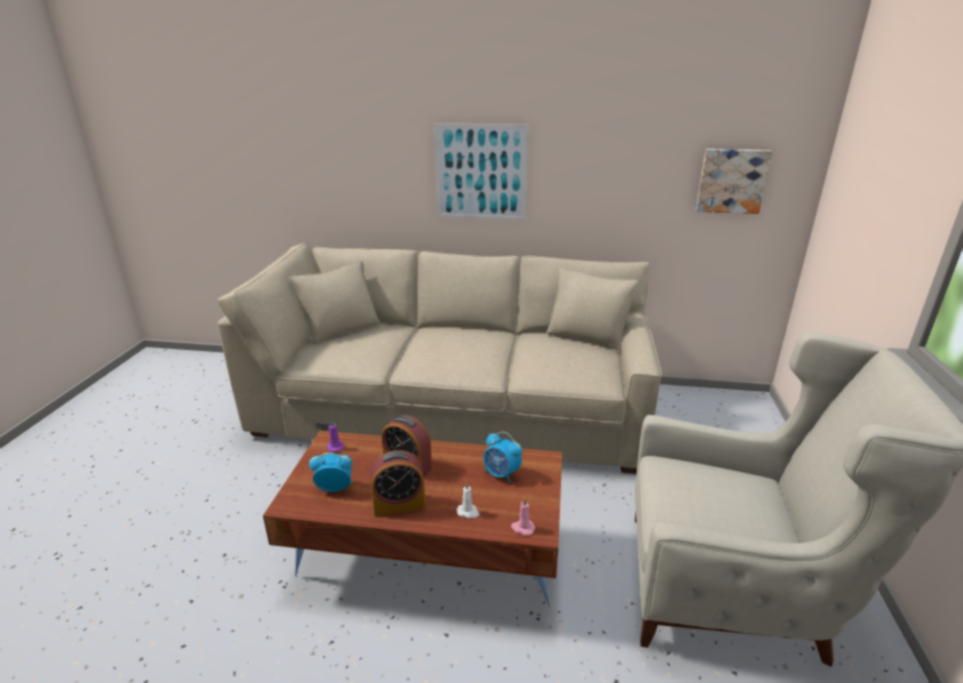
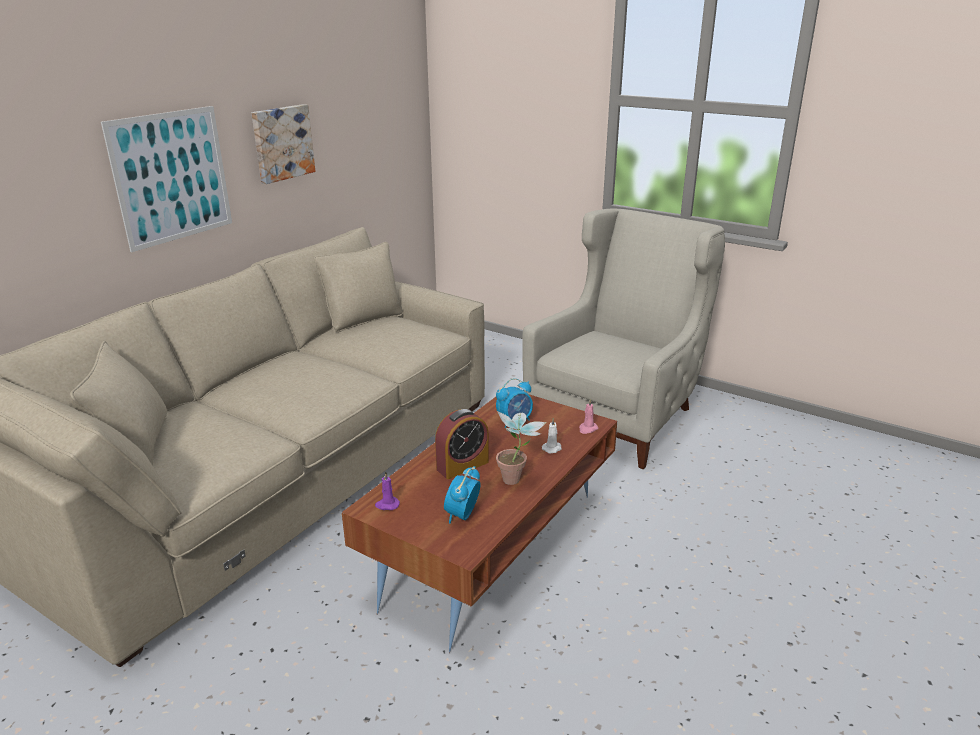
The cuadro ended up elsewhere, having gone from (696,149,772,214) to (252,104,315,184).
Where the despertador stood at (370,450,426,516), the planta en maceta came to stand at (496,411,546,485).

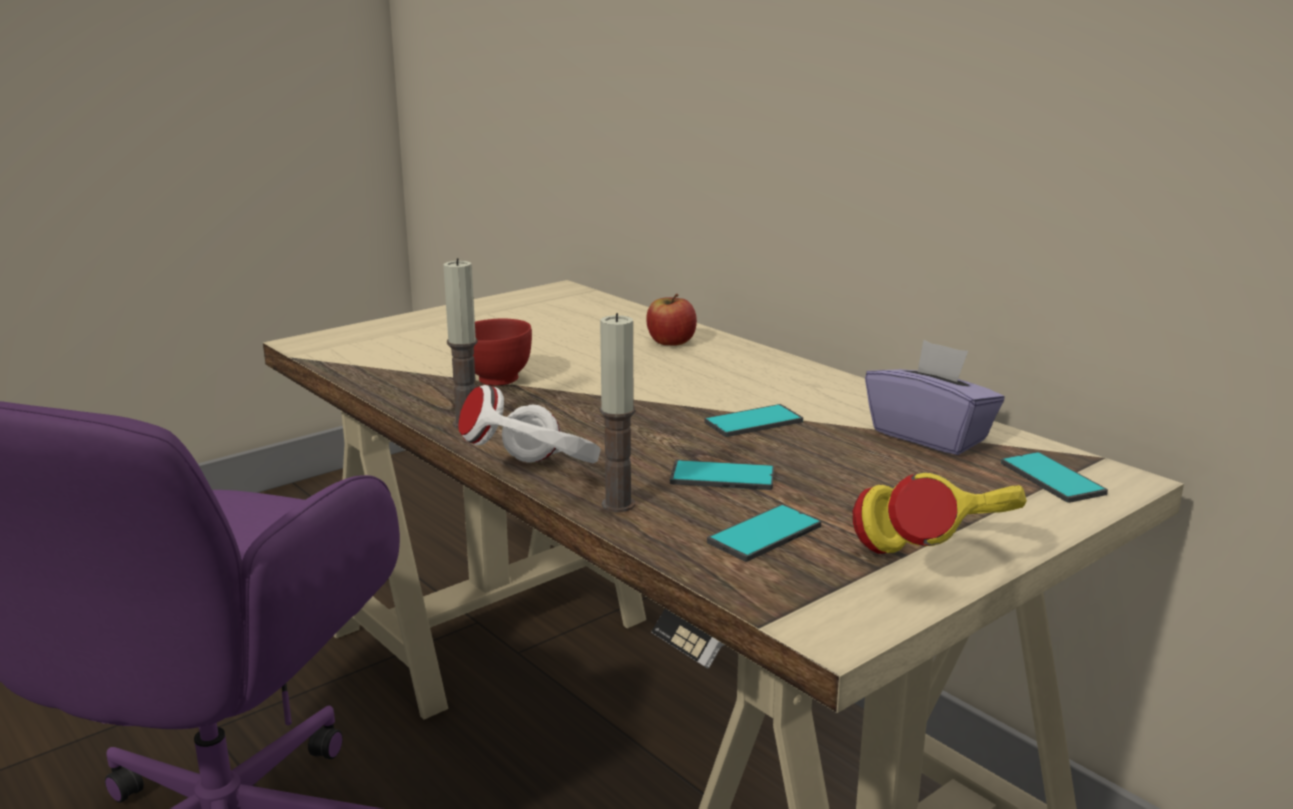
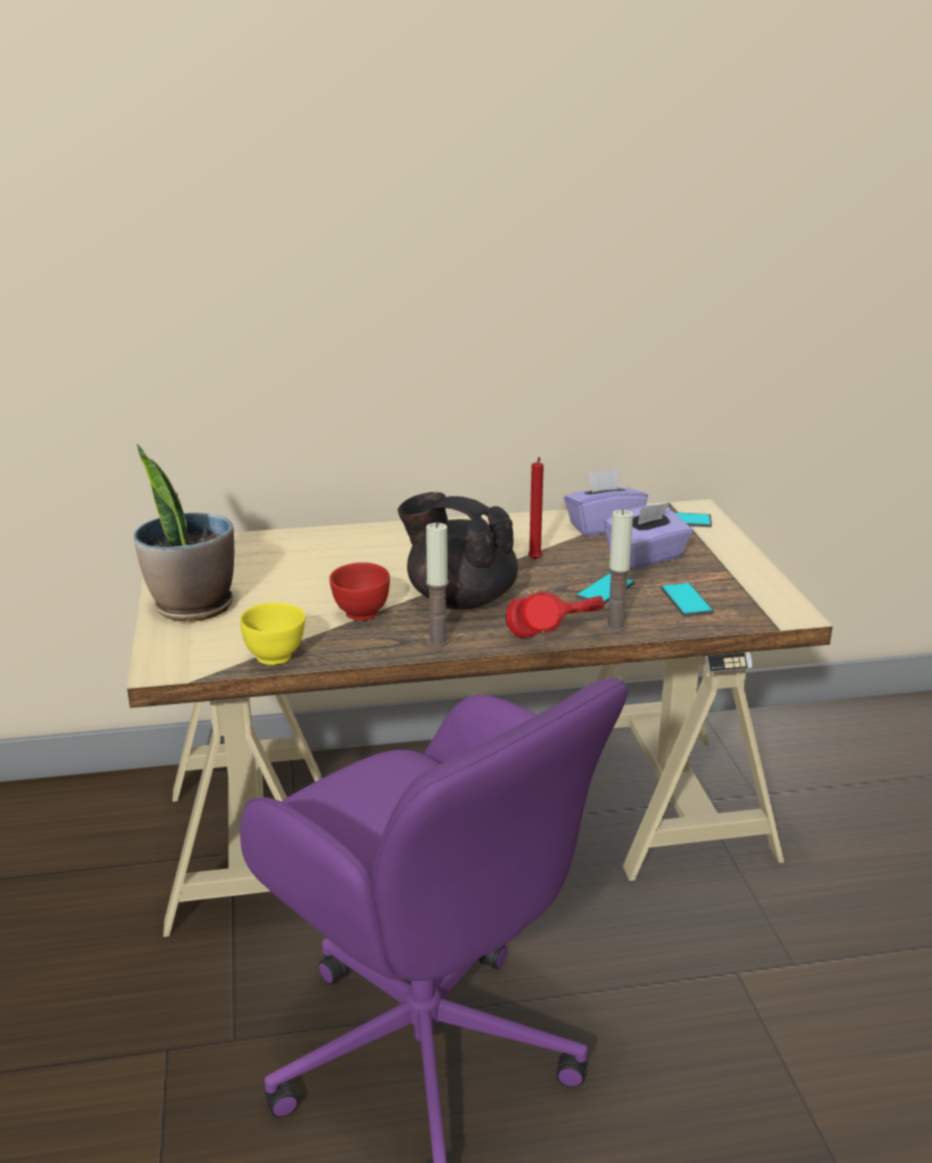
The second view lost the manzana at (646,294,697,346).
The second view lost the auriculares [amarillo] at (853,472,1027,554).
The second view gained the planta en maceta at (134,443,234,622).
The second view gained the cuenco [amarillo] at (240,602,305,665).
The second view gained the tetera [negro] at (398,492,518,609).
The second view gained the caja de pañuelos [morado] at (604,502,692,569).
Where the móvil stood at (704,404,803,437), the vela [rojo] came to stand at (528,457,544,560).
What was the auriculares [blanco] at (458,385,601,463) turned into the auriculares [rojo] at (506,591,604,638).

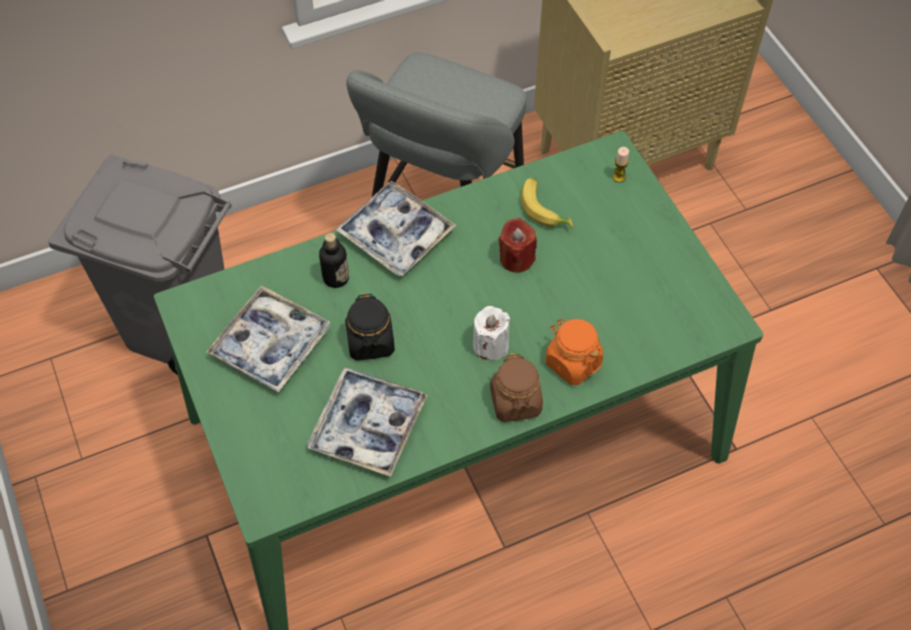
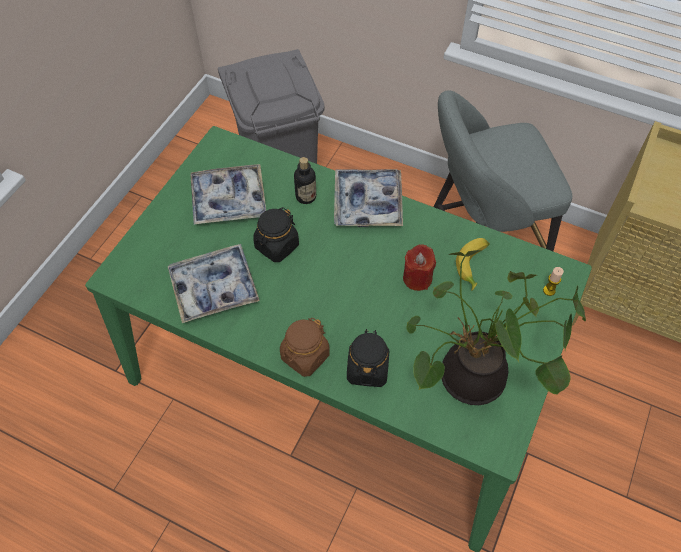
The second view lost the vela [blanco] at (473,306,510,360).
The second view gained the planta en maceta at (406,250,586,405).
What was the tarro [naranja] at (545,319,603,385) turned into the tarro [negro] at (347,329,389,387).

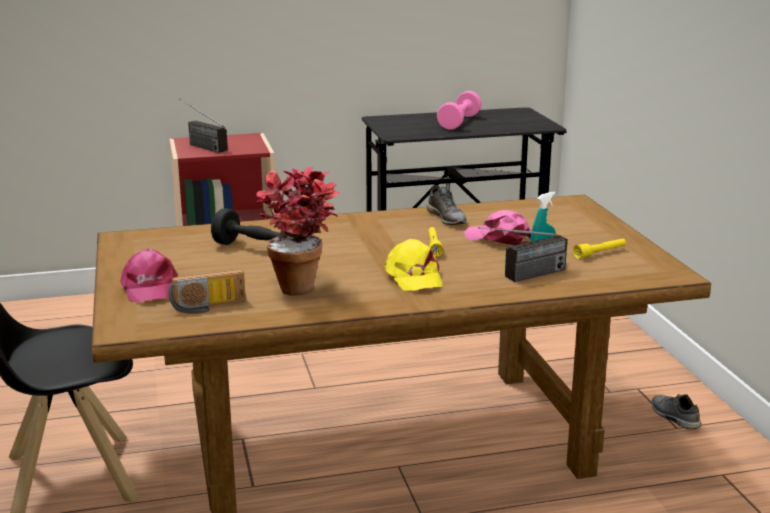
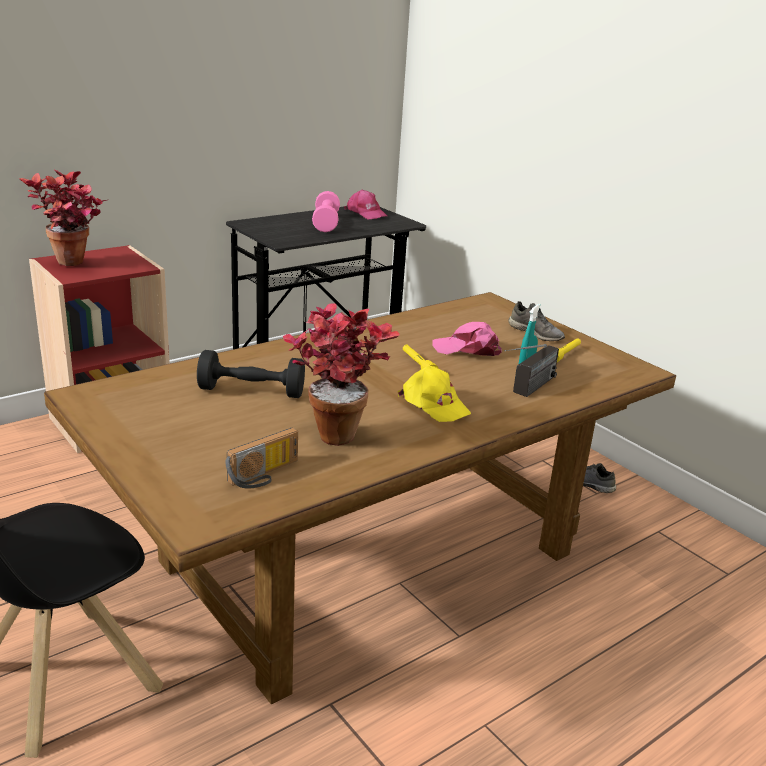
The gorra [rosa] ended up elsewhere, having gone from (120,249,178,302) to (344,190,387,219).
The zapato [gris] ended up elsewhere, having gone from (426,185,467,225) to (508,301,565,341).
Where the radio stood at (179,99,228,153), the planta en maceta came to stand at (19,170,107,266).

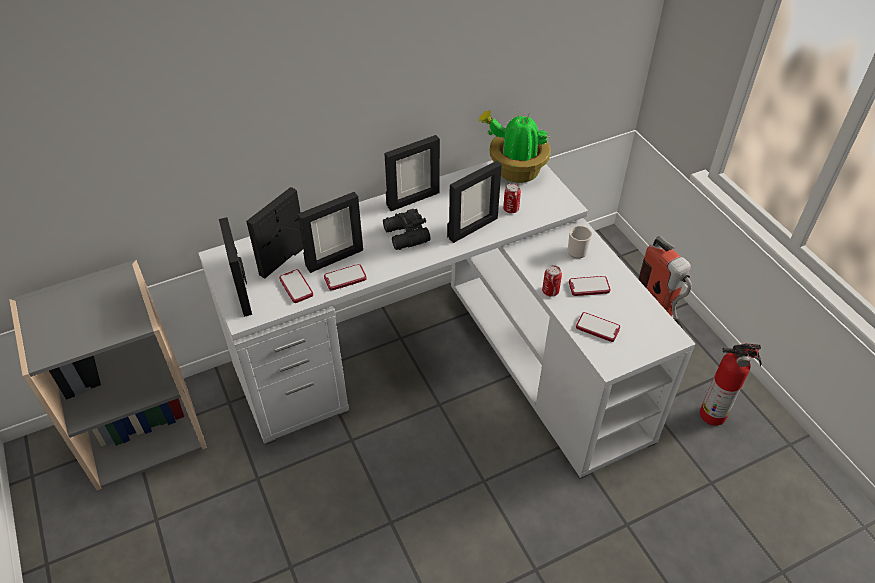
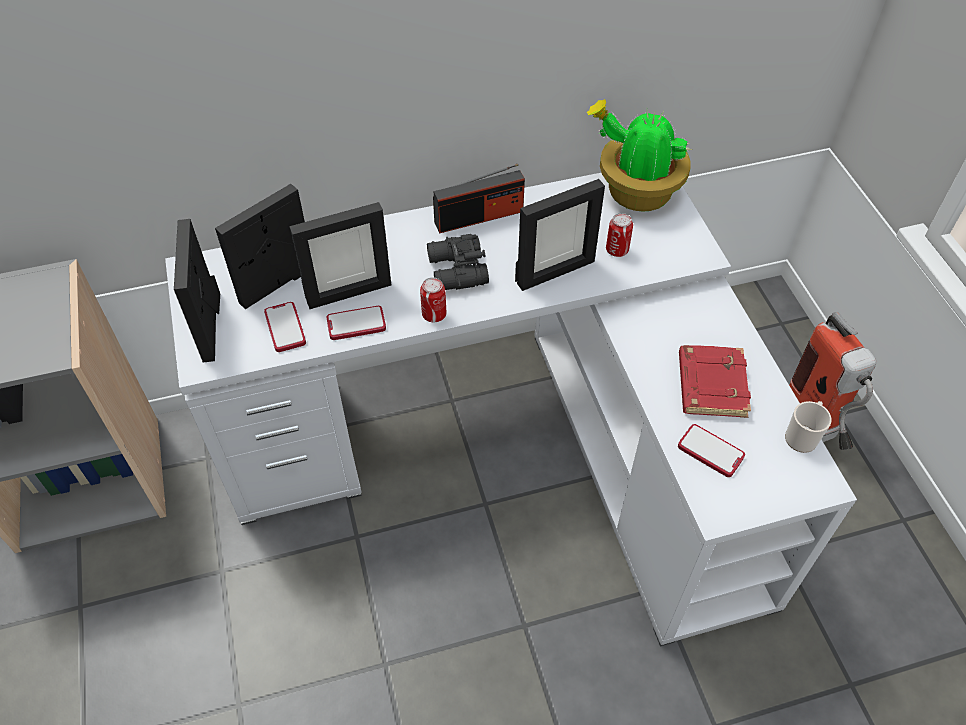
The second view lost the extintor at (700,343,762,426).
The lata ended up elsewhere, having gone from (542,265,562,297) to (420,277,447,322).
The taza grande ended up elsewhere, having gone from (568,225,592,258) to (785,401,832,453).
Where the portarretratos stood at (384,135,440,211), the radio came to stand at (433,164,525,234).
Where the móvil stood at (569,276,610,296), the libro [rojo] came to stand at (679,345,751,418).

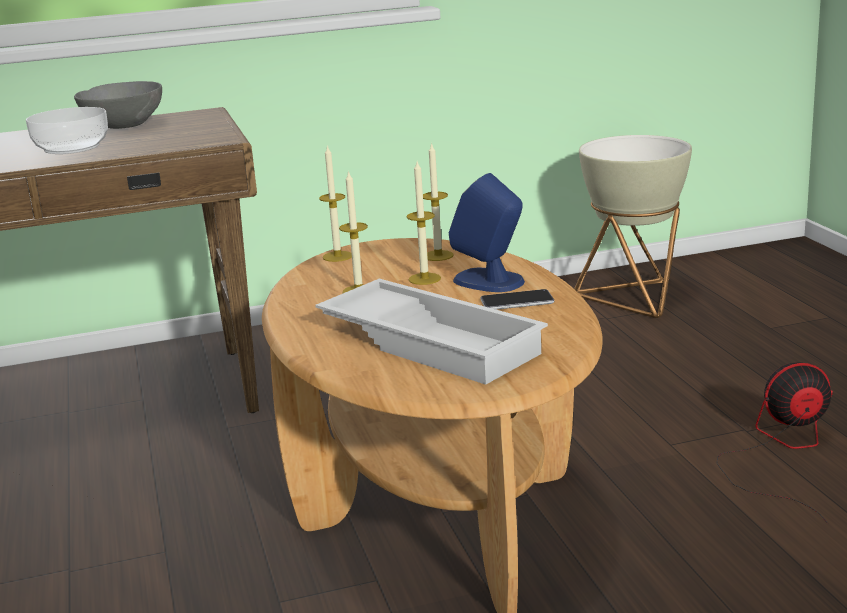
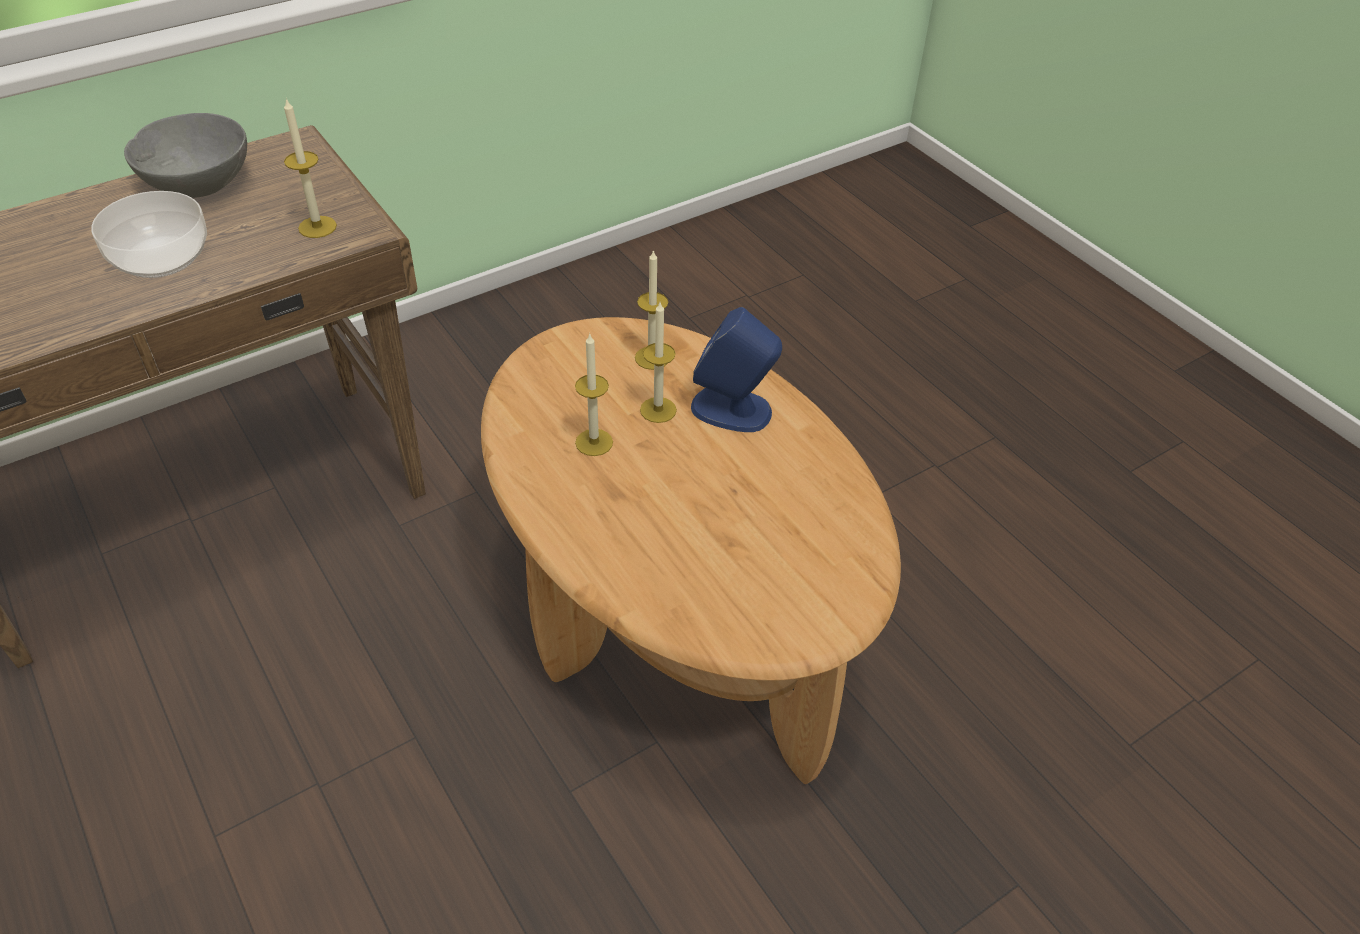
The second view lost the bandeja [blanco] at (315,279,548,385).
The second view lost the móvil at (480,289,554,310).
The second view lost the maceta at (574,135,692,318).
The second view lost the ventilador at (716,362,833,524).
The vela ended up elsewhere, having gone from (319,145,352,262) to (284,98,337,238).

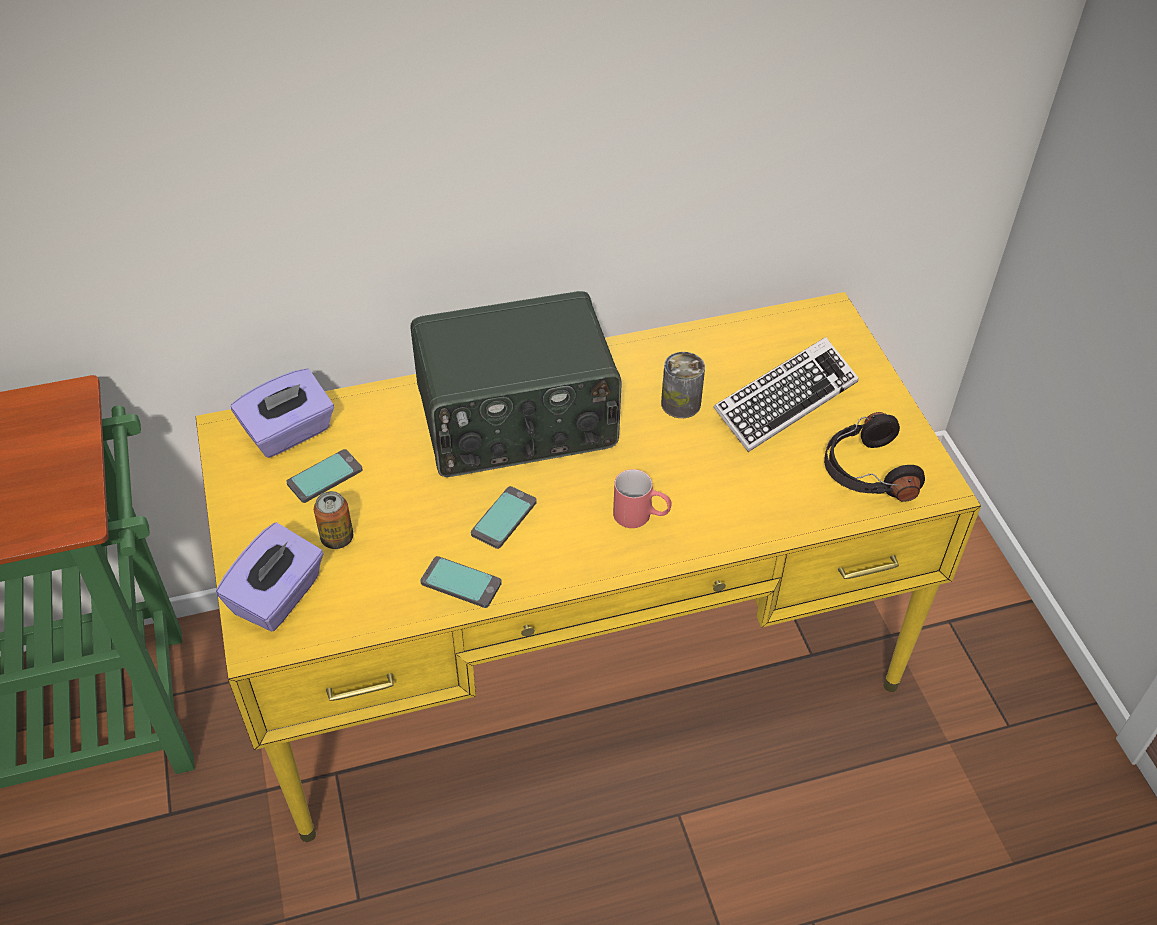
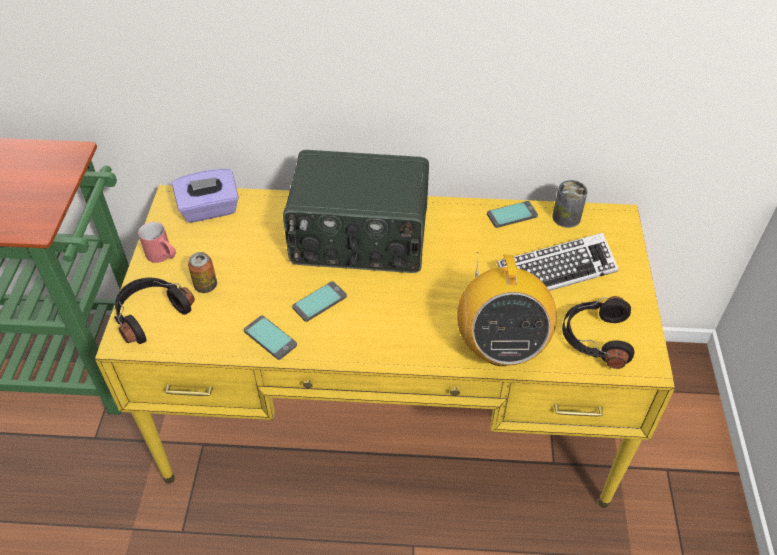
The second view gained the radio at (457,252,557,366).
The móvil ended up elsewhere, having gone from (286,449,363,503) to (487,201,538,228).
The taza grande [rojo] ended up elsewhere, having gone from (613,469,672,528) to (138,222,176,263).
The lata ended up elsewhere, having gone from (661,352,705,418) to (552,180,588,228).
Where the caja de pañuelos [morado] stood at (216,522,324,631), the auriculares [negro] came to stand at (114,278,195,344).

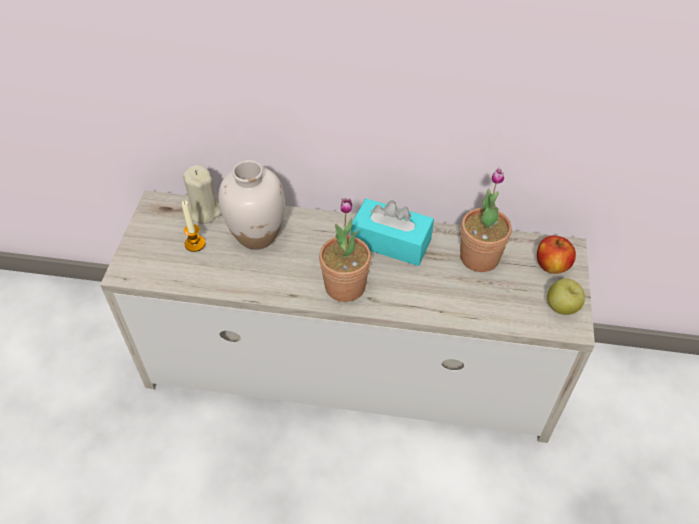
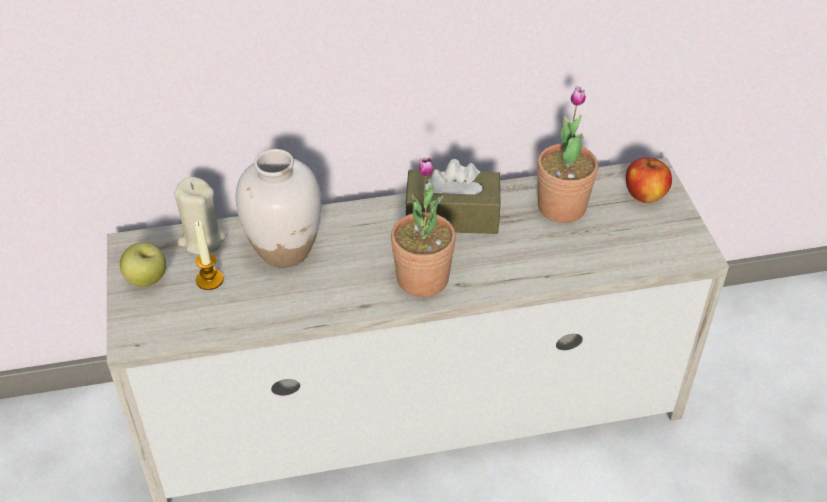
The manzana ended up elsewhere, having gone from (547,278,585,315) to (120,242,166,287).
What was the caja de pañuelos [turquesa] at (351,198,434,266) turned into the caja de pañuelos [marrón] at (405,159,501,234).

